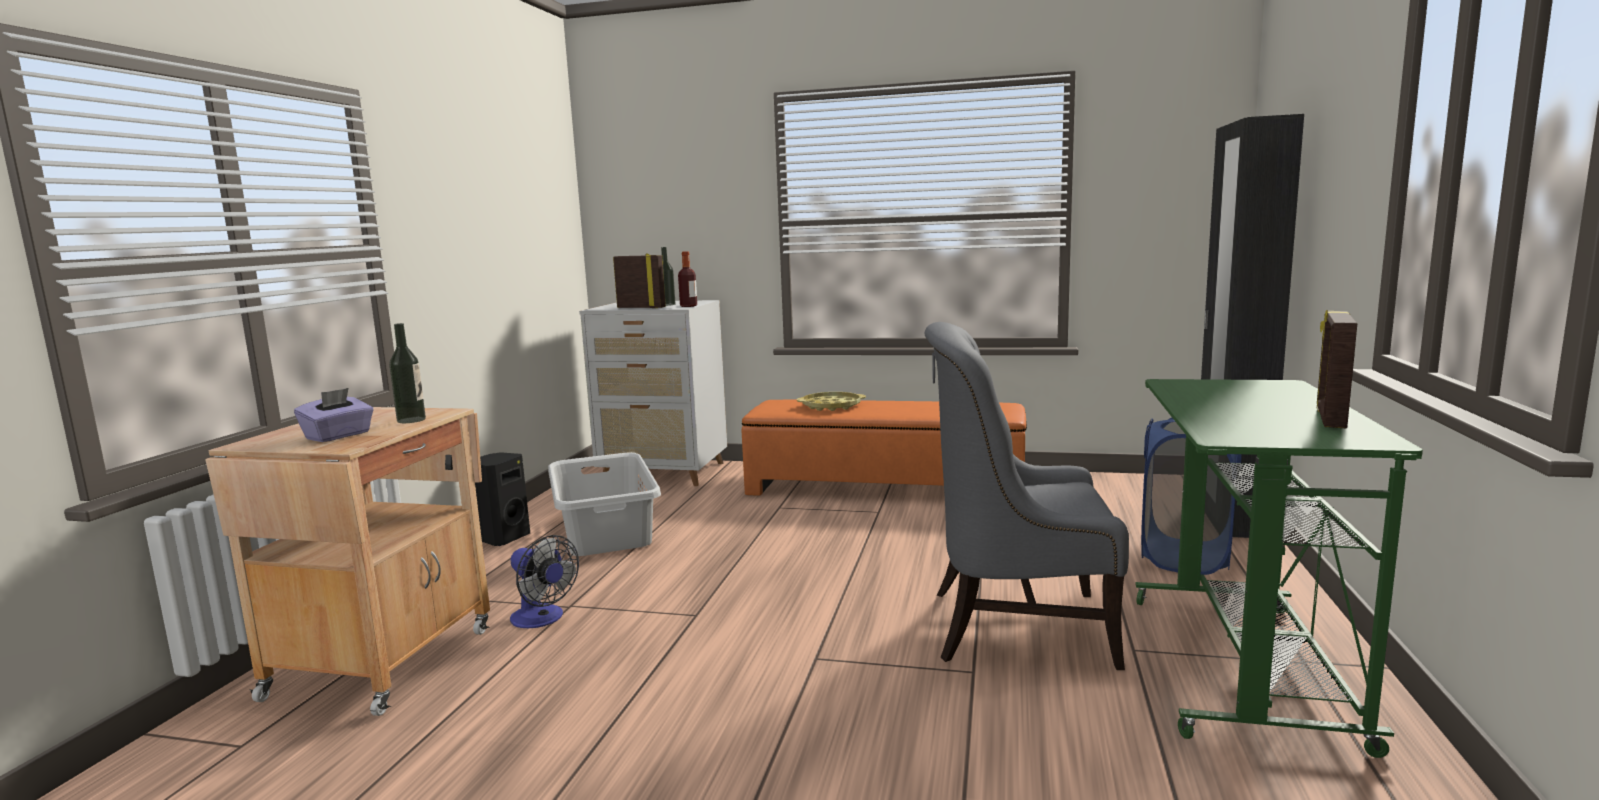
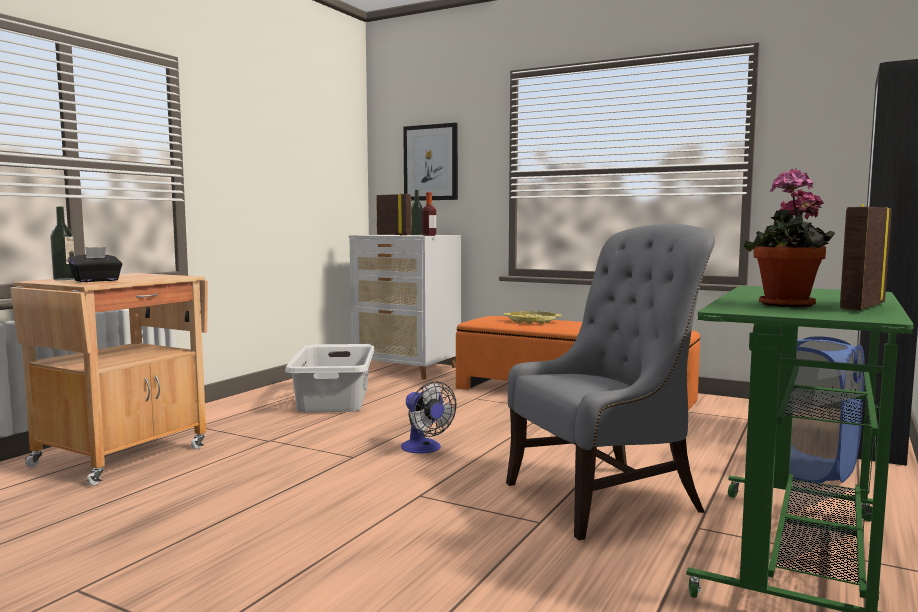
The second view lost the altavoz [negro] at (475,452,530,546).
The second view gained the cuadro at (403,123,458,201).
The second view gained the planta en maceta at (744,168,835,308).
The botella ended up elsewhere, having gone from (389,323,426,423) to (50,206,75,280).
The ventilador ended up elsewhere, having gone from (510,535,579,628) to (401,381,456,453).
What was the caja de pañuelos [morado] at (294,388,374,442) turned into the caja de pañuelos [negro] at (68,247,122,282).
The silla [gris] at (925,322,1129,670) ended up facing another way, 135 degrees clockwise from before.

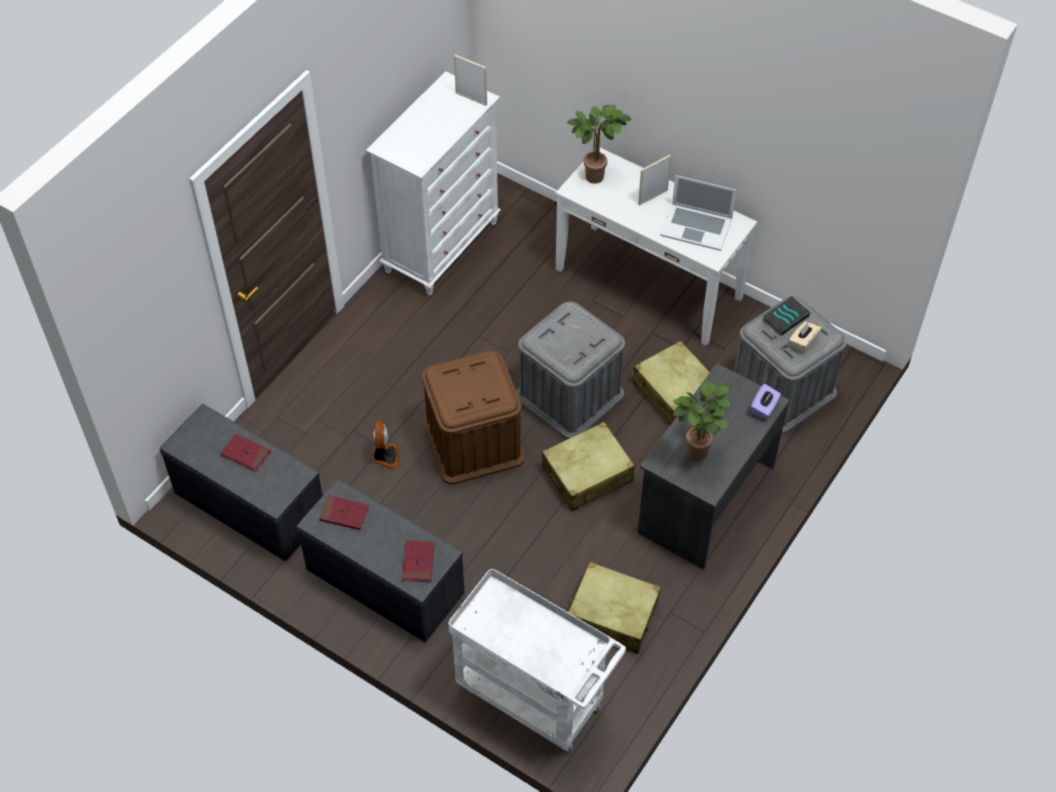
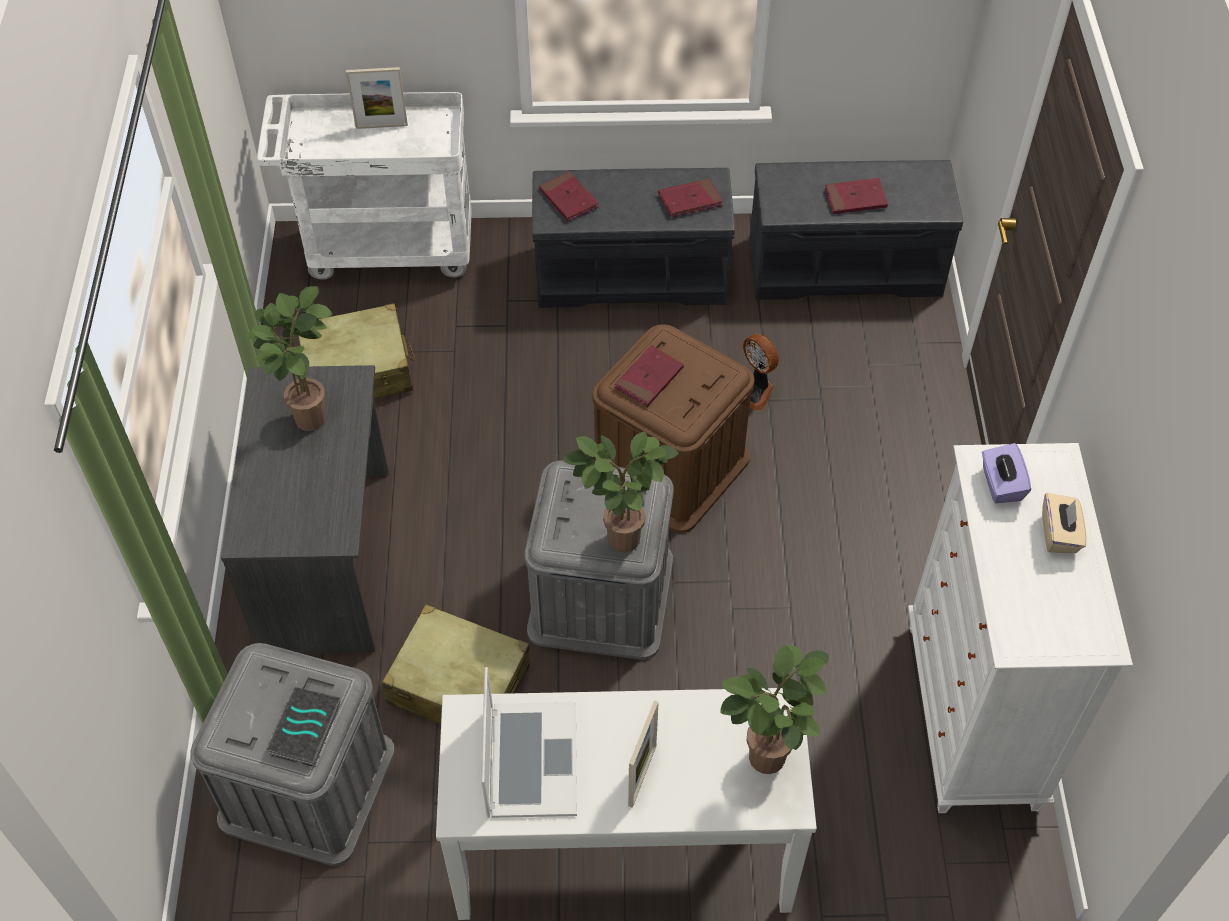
The second view lost the maleta [beis] at (542,422,635,511).
The second view gained the planta en maceta at (563,432,679,553).
The second view gained the libro [rojo] at (615,345,684,407).
The portarretratos ended up elsewhere, having gone from (454,55,487,106) to (346,67,408,129).
The caja de pañuelos [morado] ended up elsewhere, having gone from (751,384,781,420) to (982,443,1031,503).
The caja de pañuelos [beis] ended up elsewhere, having gone from (789,321,822,353) to (1042,493,1086,553).
The portátil at (660,175,737,251) ended up facing another way, 105 degrees clockwise from before.

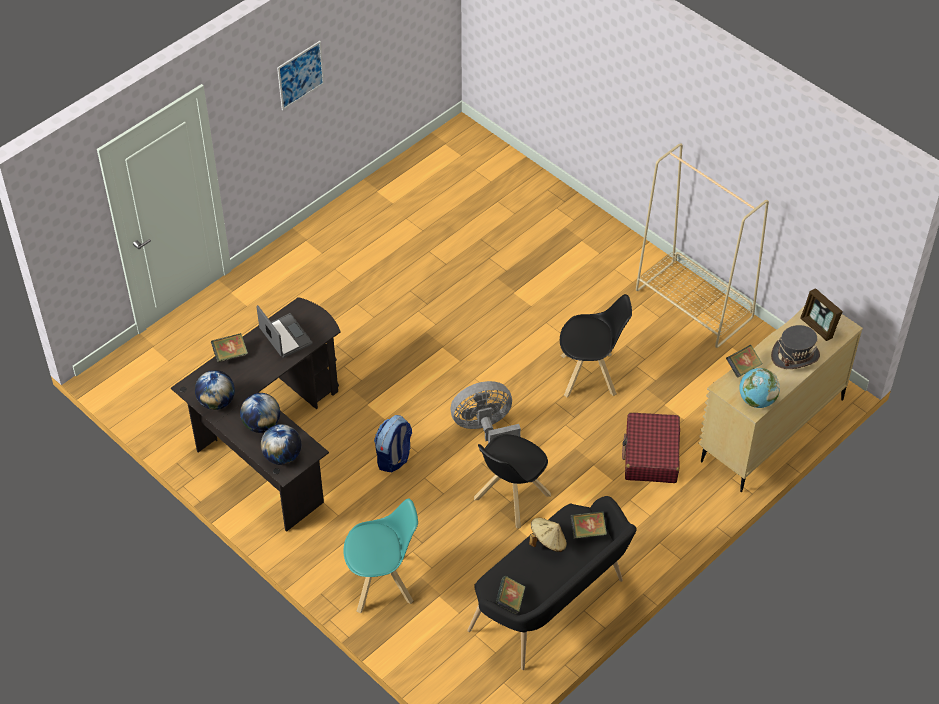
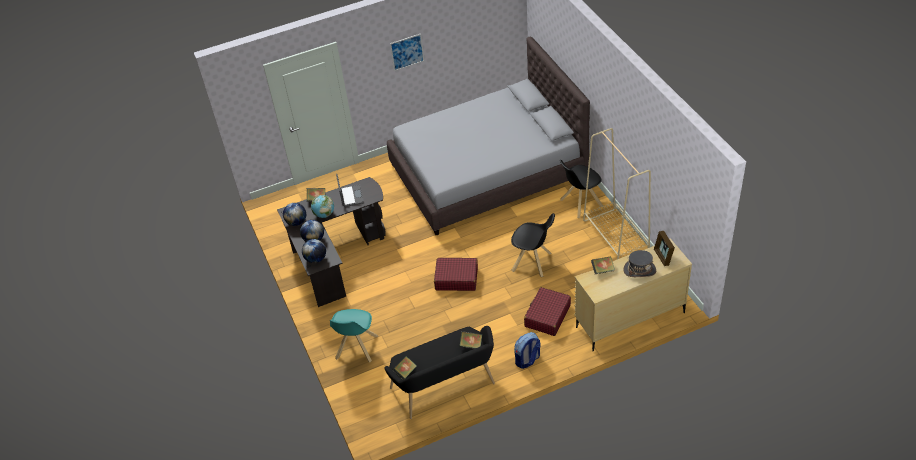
The second view lost the sombrero [beis] at (529,518,567,552).
The second view gained the cama [gris] at (387,37,590,235).
The mochila ended up elsewhere, having gone from (374,415,412,472) to (514,332,540,369).
The silla [negro] ended up elsewhere, having gone from (474,434,551,529) to (560,160,603,218).
The globo terráqueo ended up elsewhere, having gone from (740,368,780,408) to (311,195,334,218).
Where the ventilador [gris] stood at (451,381,521,444), the maleta [rojo] came to stand at (434,258,478,291).
The silla [turquesa] at (343,498,418,614) ended up facing another way, 90 degrees clockwise from before.

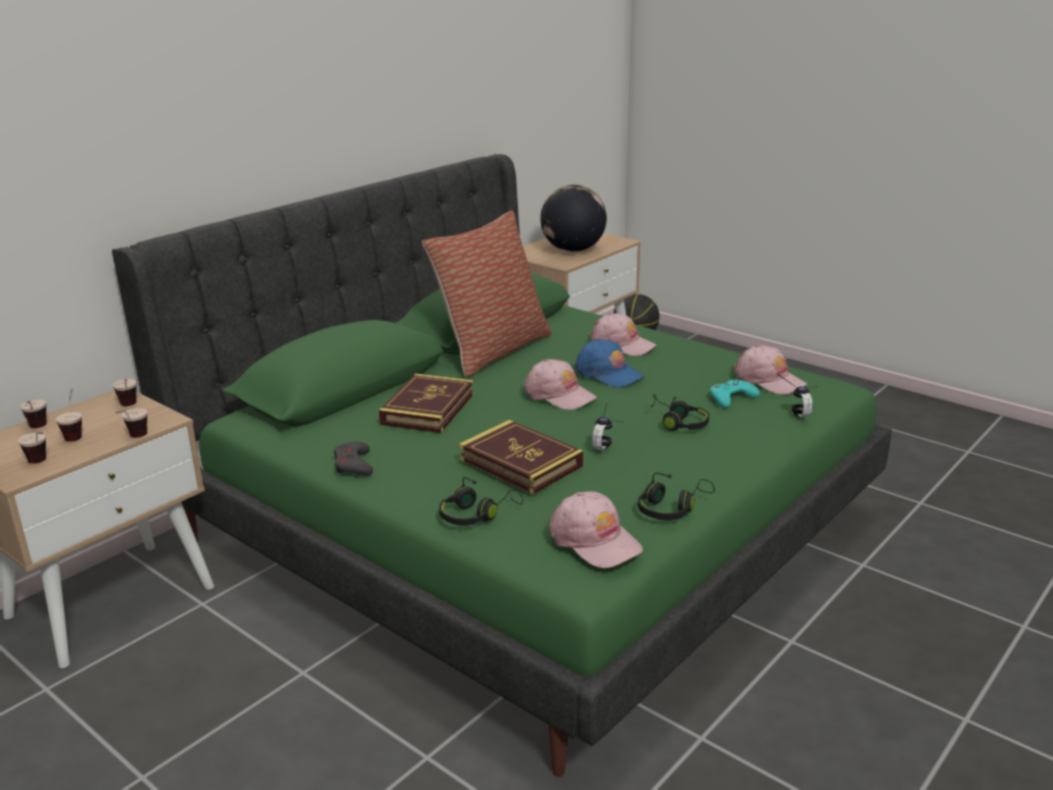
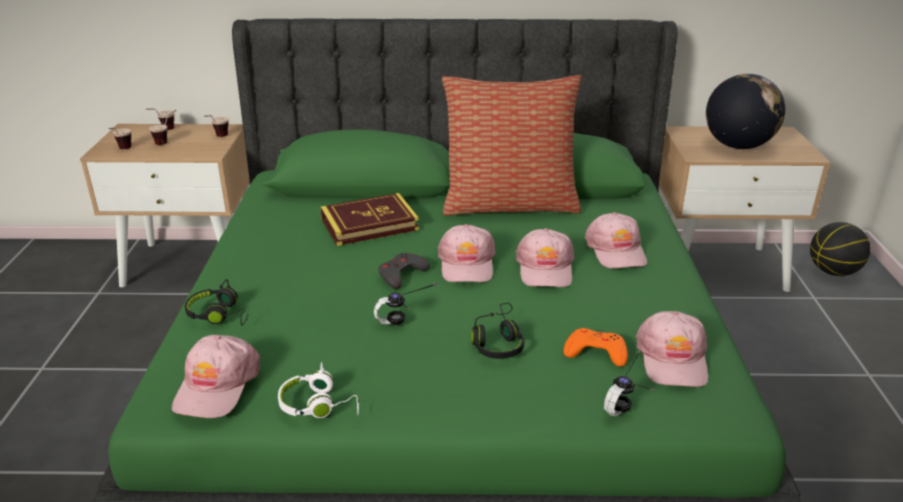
The second view lost the taza at (115,408,147,438).
The second view lost the libro at (459,420,583,494).
The mando de consola [gris] ended up elsewhere, having gone from (333,442,373,476) to (378,253,430,289).
What was the gorra [azul] at (575,339,644,388) turned into the gorra [rosa] at (516,228,574,287).
What was the auriculares [negro] at (638,473,715,520) turned into the auriculares [blanco] at (278,362,359,418).
What was the mando de consola [turquesa] at (710,379,760,408) turned into the mando de consola [naranja] at (564,328,628,367).

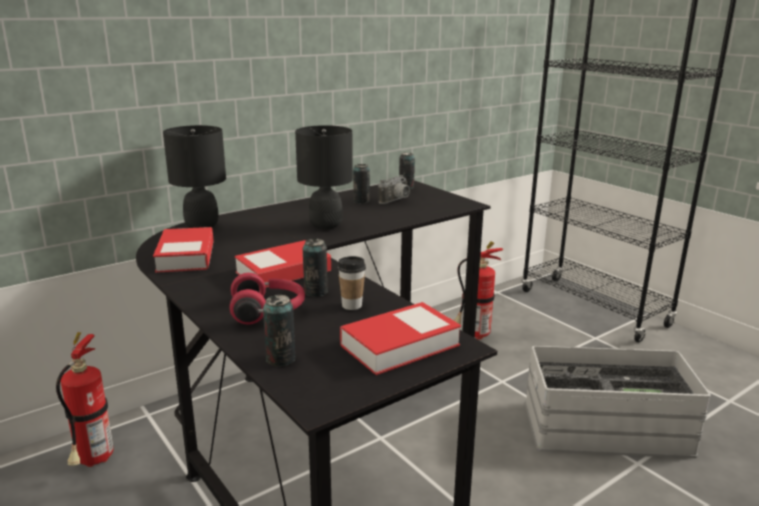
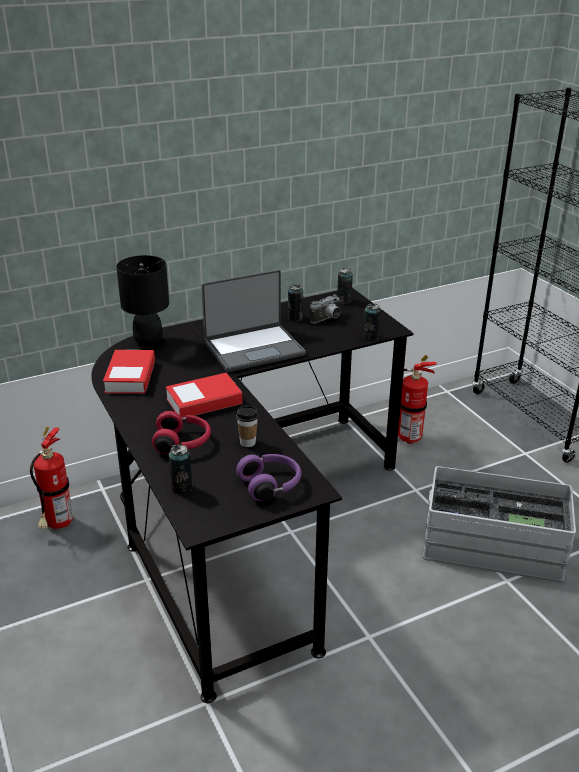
The lata ended up elsewhere, having gone from (303,239,328,297) to (363,303,381,342).
Where the lámpara de mesa [negro] stood at (295,125,353,229), the portátil came to stand at (201,269,306,372).
Where the libro stood at (340,302,461,375), the auriculares [morado] came to stand at (236,454,301,501).

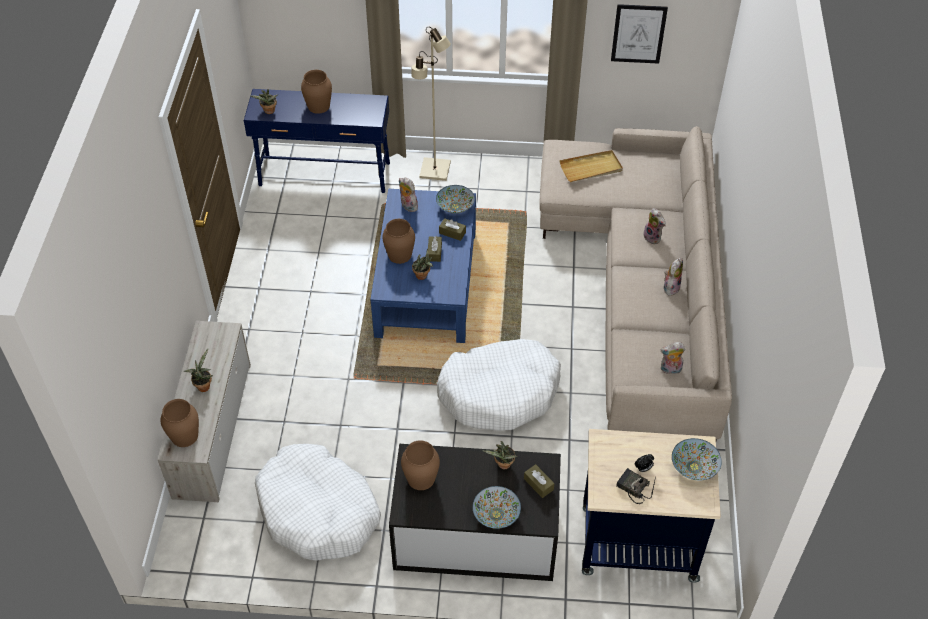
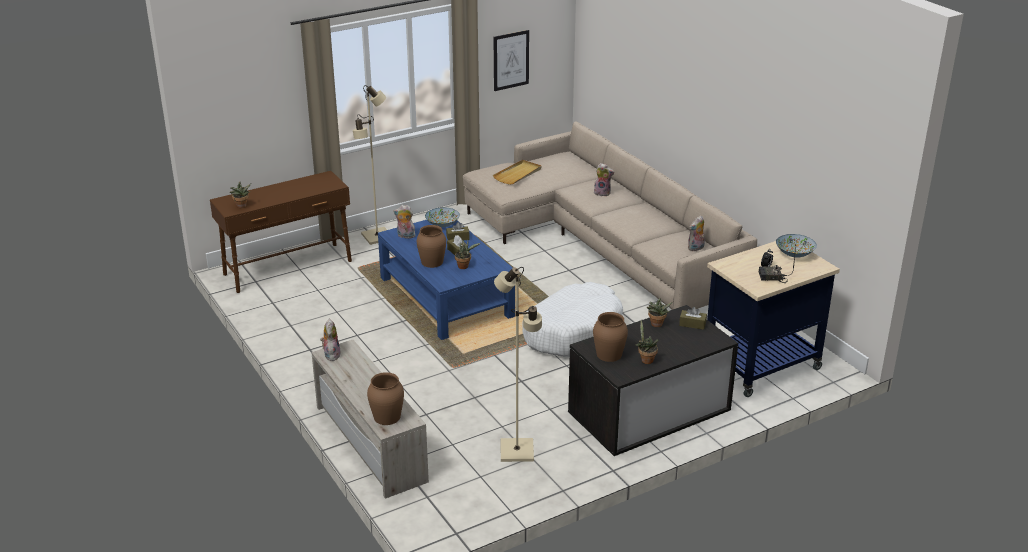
The second view lost the florero [marrón] at (301,70,332,114).
The second view lost the cuenco at (472,486,521,529).
The planta en maceta ended up elsewhere, having gone from (183,349,213,392) to (636,320,659,364).
The peluche ended up elsewhere, having gone from (664,258,683,297) to (320,319,341,361).
Where the cama para perro [blanco] stood at (255,444,381,561), the lámpara de pie [beis] came to stand at (494,267,542,462).
What was the mesa consola [azul] at (244,89,390,193) turned into the mesa consola [marrón] at (210,171,352,293).

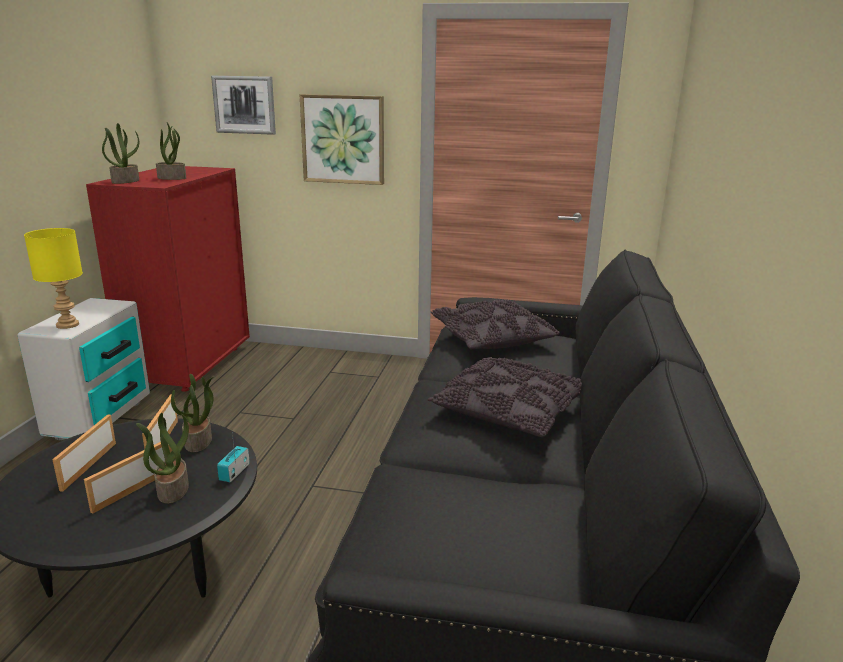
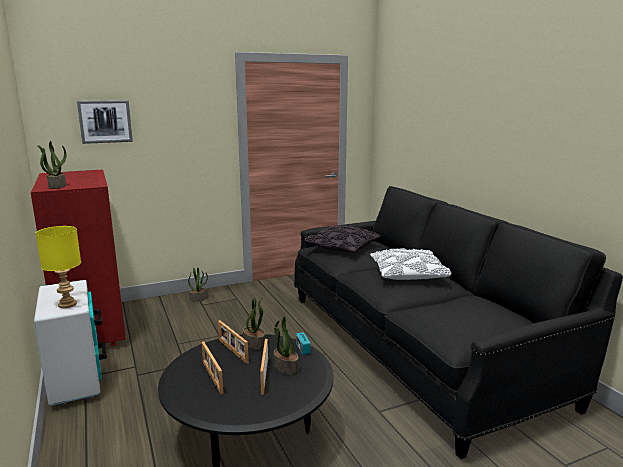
The second view lost the cuadro at (300,94,384,185).
The planta en maceta ended up elsewhere, having gone from (156,122,186,180) to (188,267,208,301).
What was the cojín [negro] at (428,357,582,437) turned into the cojín [blanco] at (370,248,451,280).

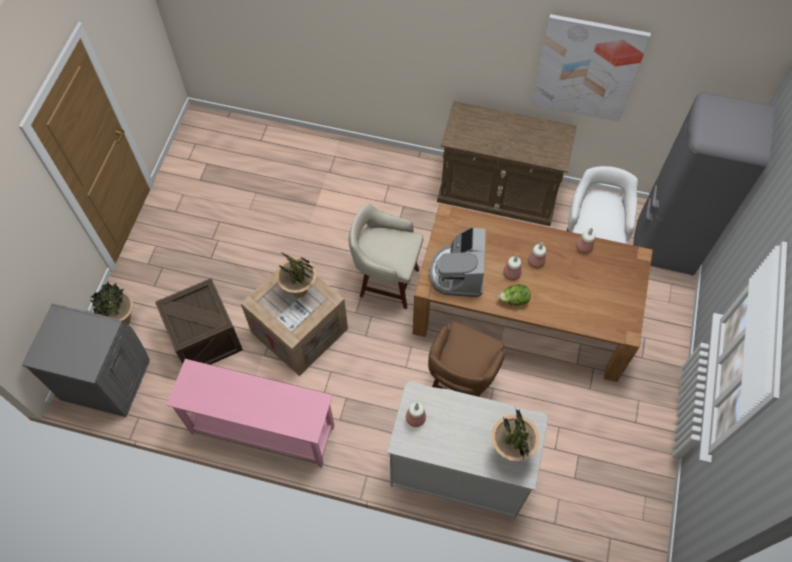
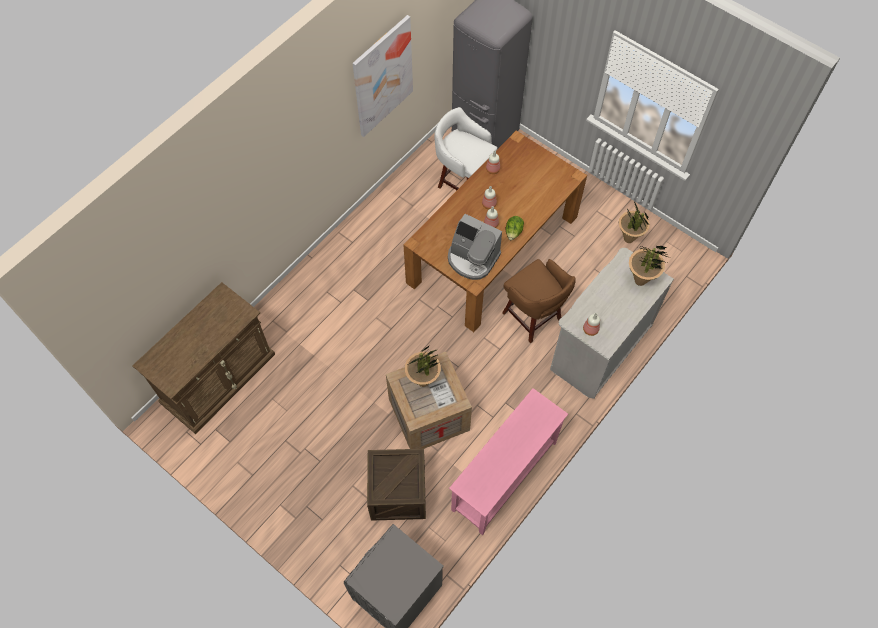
The second view lost the taburete [beis] at (349,203,423,309).
The planta en maceta ended up elsewhere, having gone from (90,281,134,324) to (619,202,650,243).
The cómoda [marrón] ended up elsewhere, having gone from (437,101,577,226) to (132,282,275,434).

